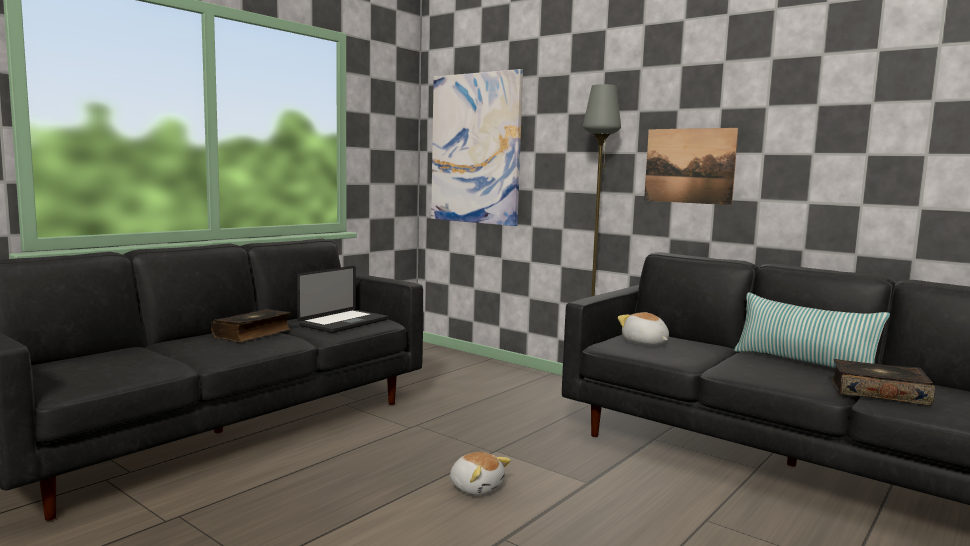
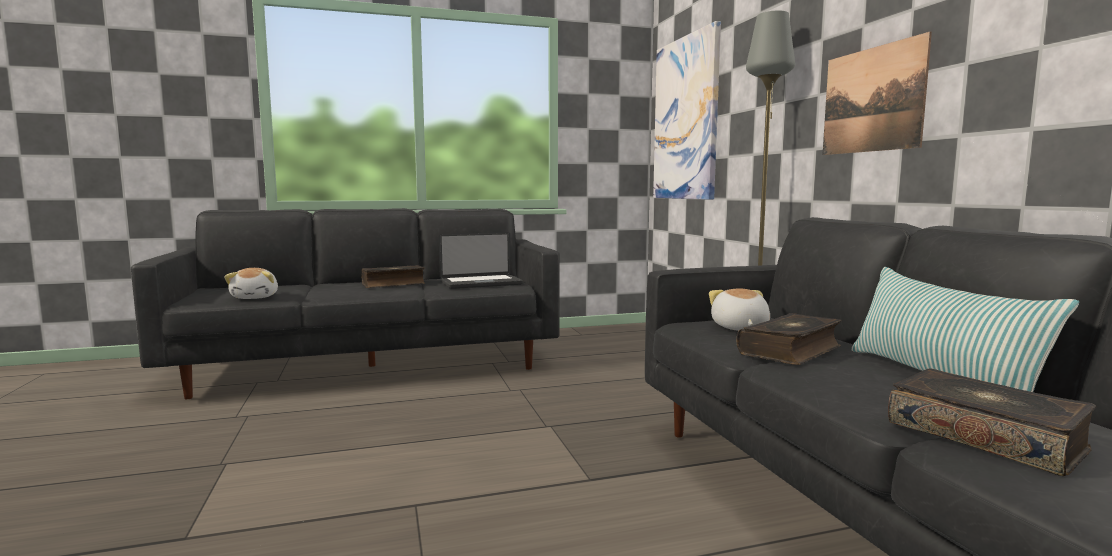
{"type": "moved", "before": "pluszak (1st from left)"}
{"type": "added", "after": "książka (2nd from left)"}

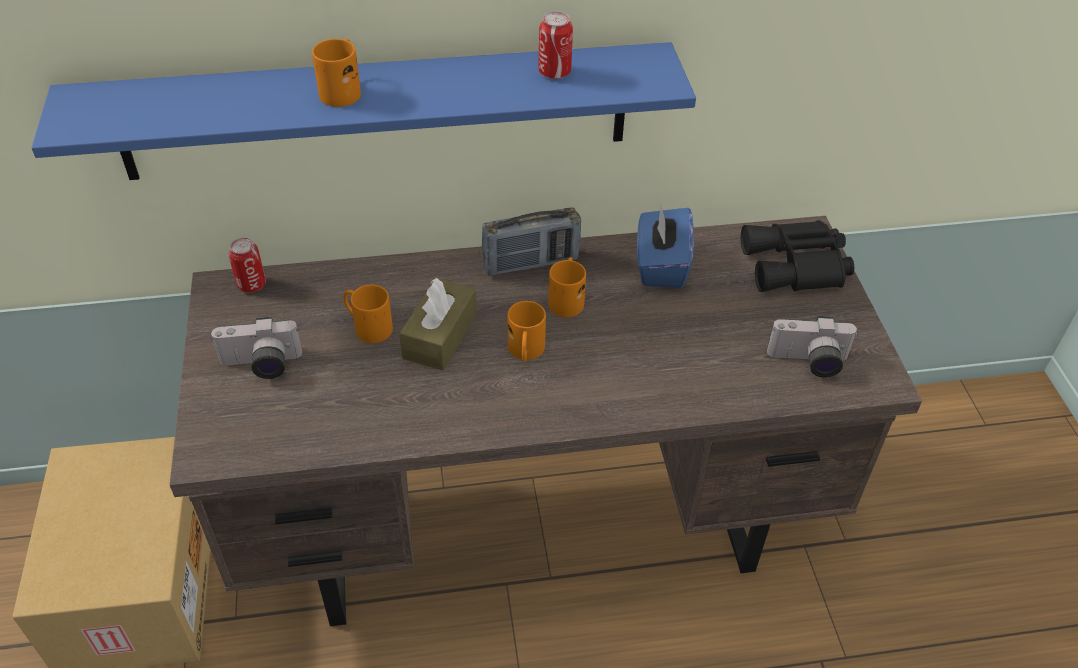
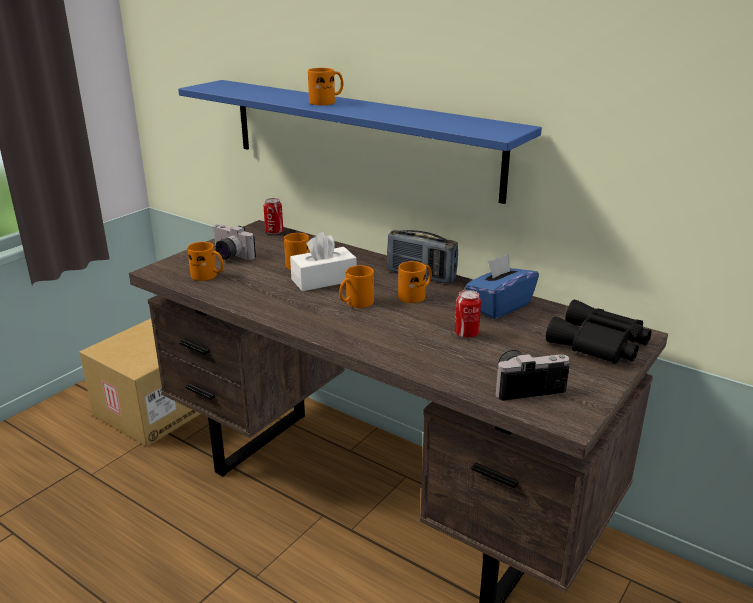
{"type": "moved", "before": "puszka (2nd from left)"}
{"type": "recoloured", "before": "pudełko chusteczek [brązowy]", "after": "pudełko chusteczek [biały]"}
{"type": "turned", "before": "aparat fotograficzny (2nd from left)", "turn": 120}
{"type": "added", "after": "kubek [pomarańczowy] (1st from left)"}

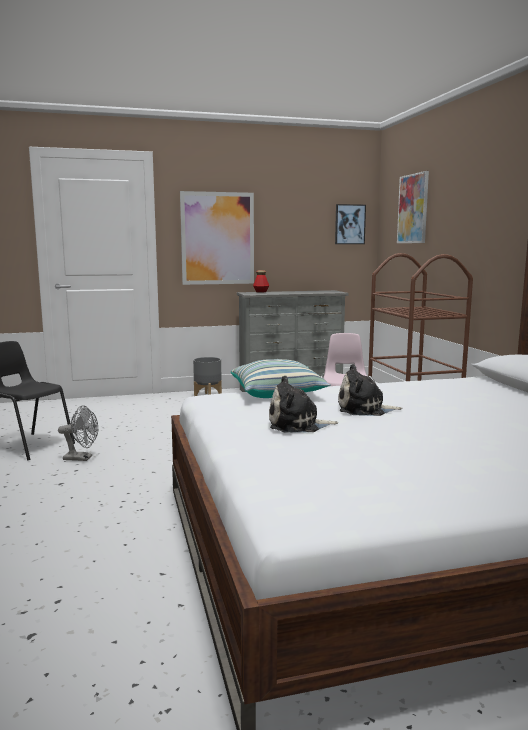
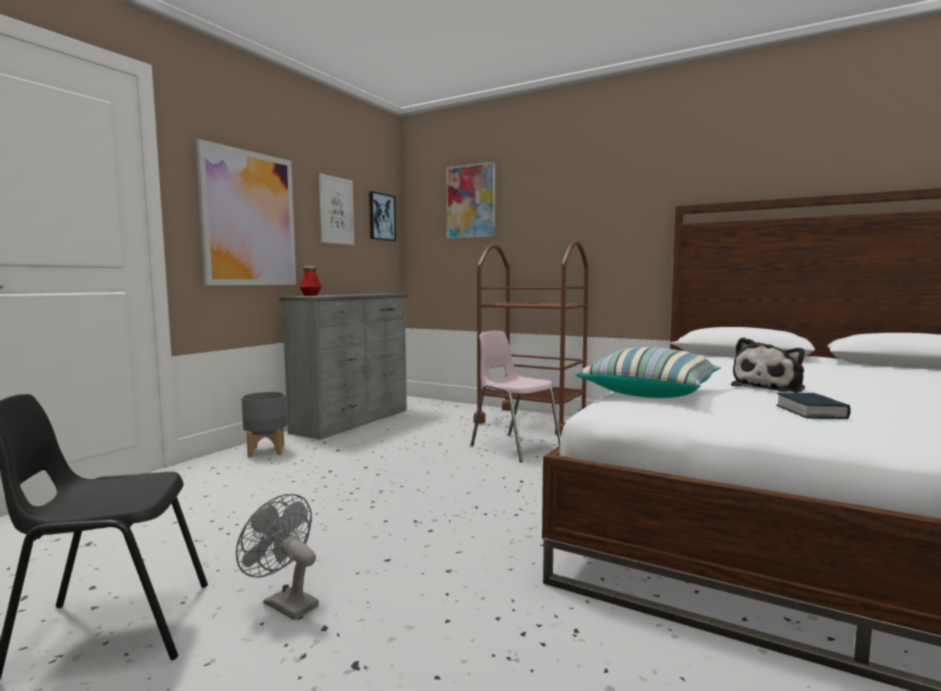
{"type": "replaced", "before": "pluszak (1st from left)", "after": "książka"}
{"type": "turned", "before": "wentylator [szary]", "turn": -105}
{"type": "added", "after": "obraz (2nd from left)"}

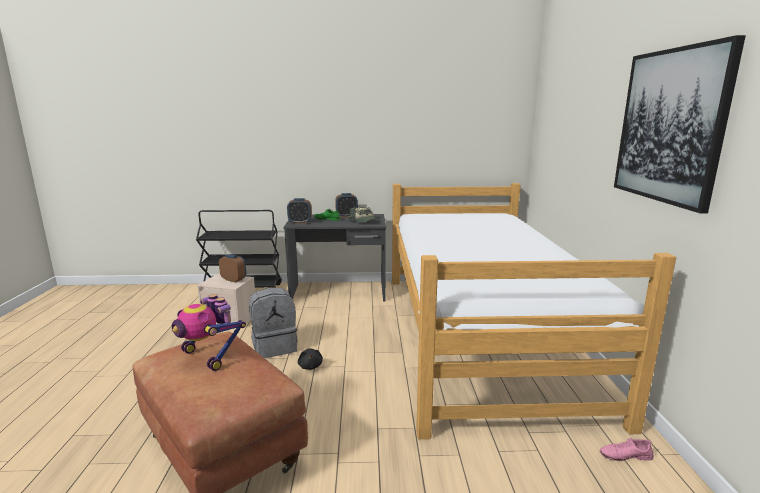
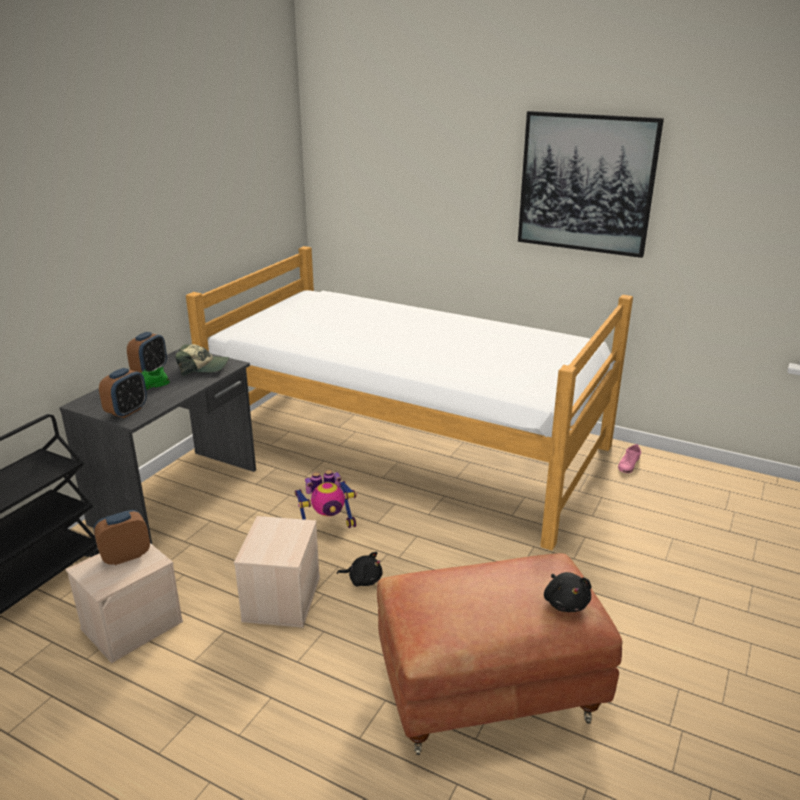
{"type": "replaced", "before": "plecak [szary]", "after": "pojemnik do przechowywania [beżowy] (2nd from left)"}
{"type": "moved", "before": "robot zabawkowy"}
{"type": "added", "after": "pluszak [czarny] (2nd from left)"}

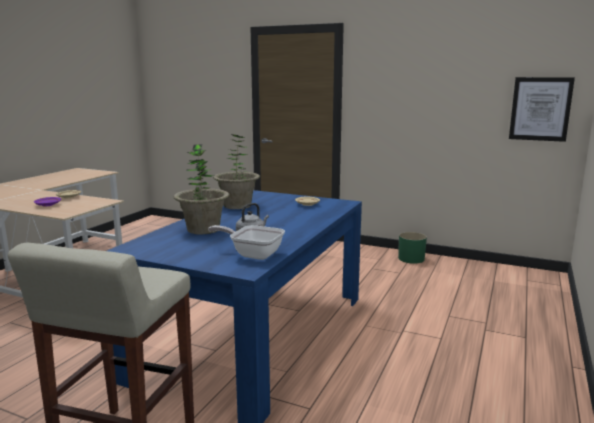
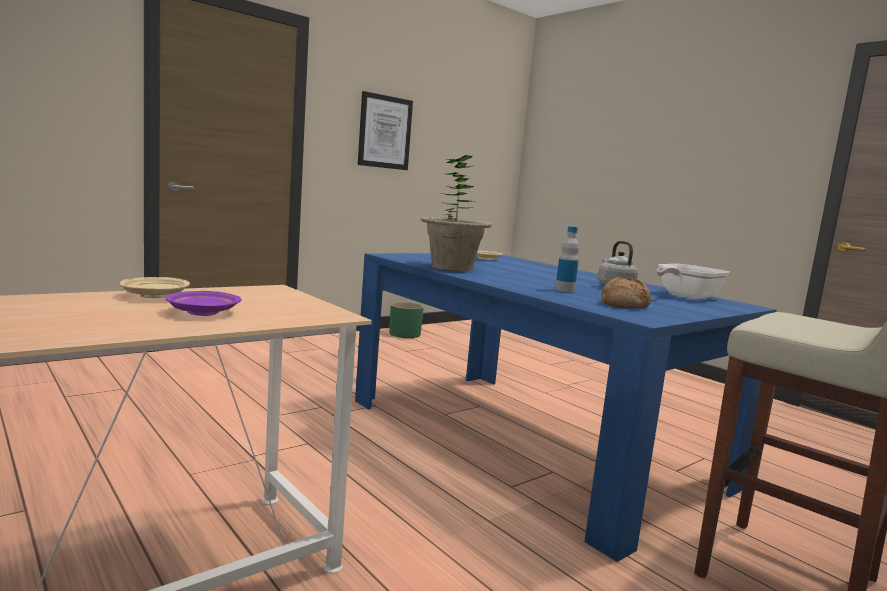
{"type": "moved", "before": "obraz"}
{"type": "replaced", "before": "roślina doniczkowa (1st from left)", "after": "butelka"}
{"type": "added", "after": "chleb"}

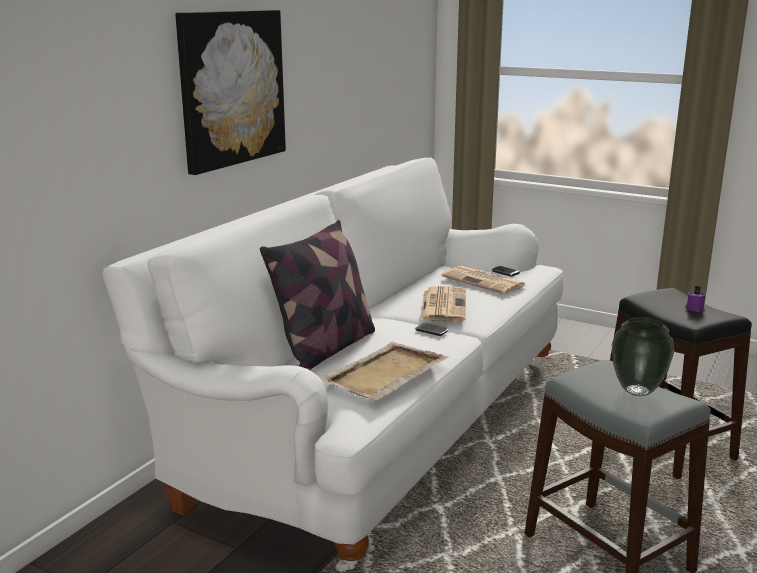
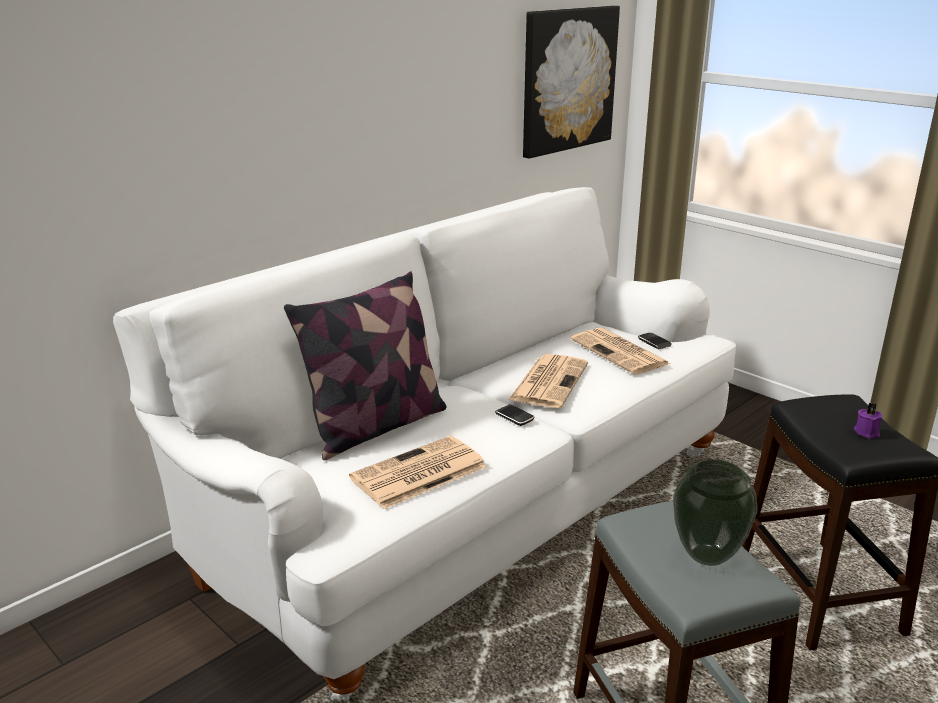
{"type": "moved", "before": "obraz"}
{"type": "replaced", "before": "taca [beżowy]", "after": "gazeta (1st from left)"}

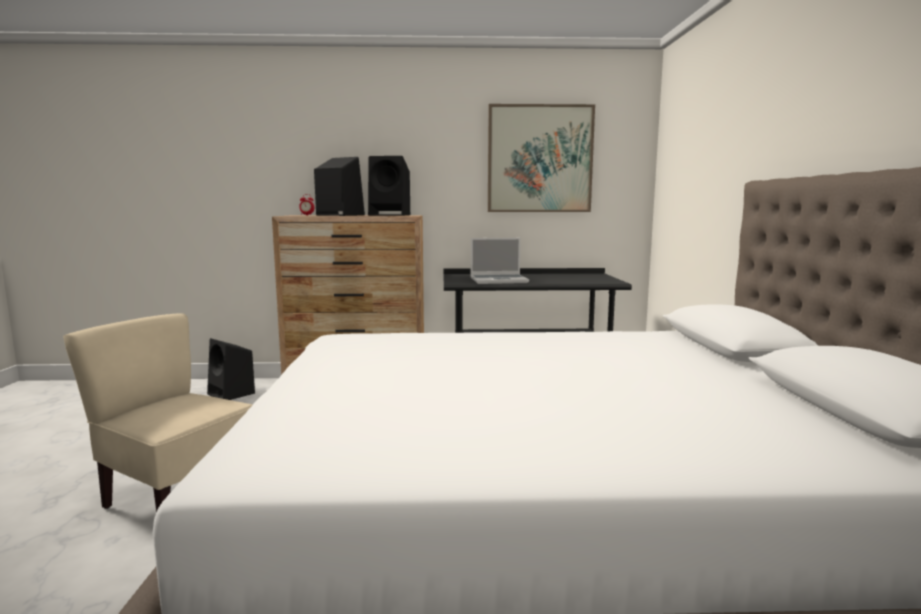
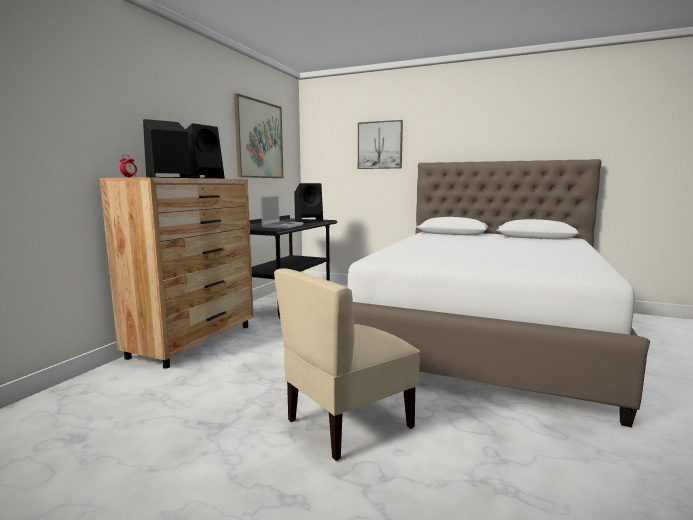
{"type": "moved", "before": "głośnik [czarny] (1st from left in the first image)", "after": "głośnik [czarny] (3rd from left)"}
{"type": "added", "after": "obraz (2nd from left)"}

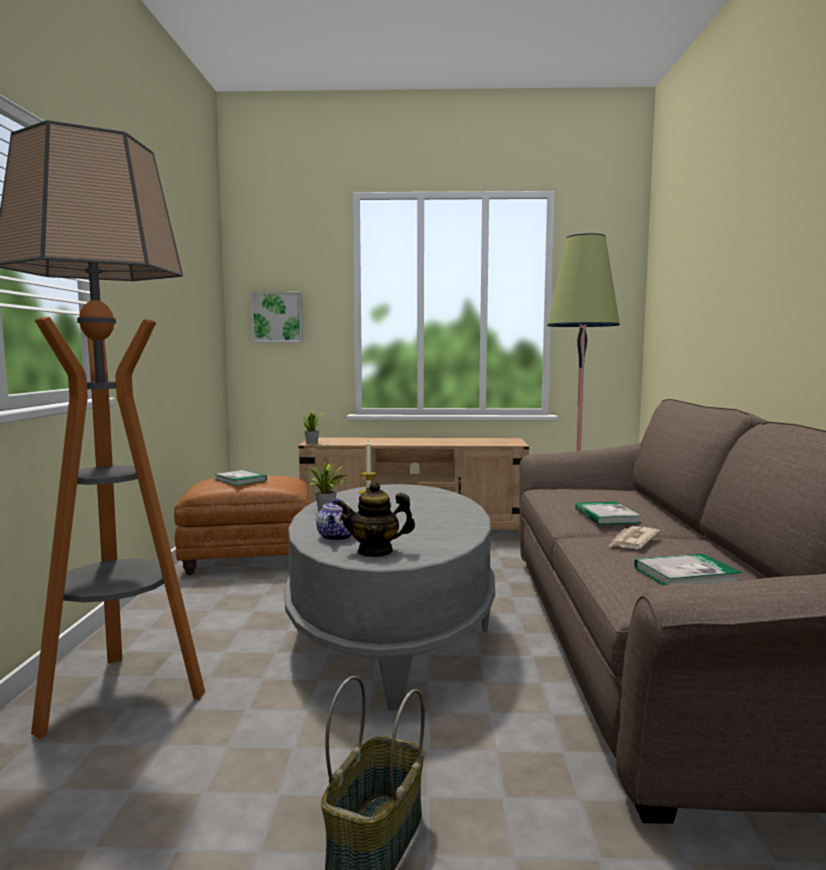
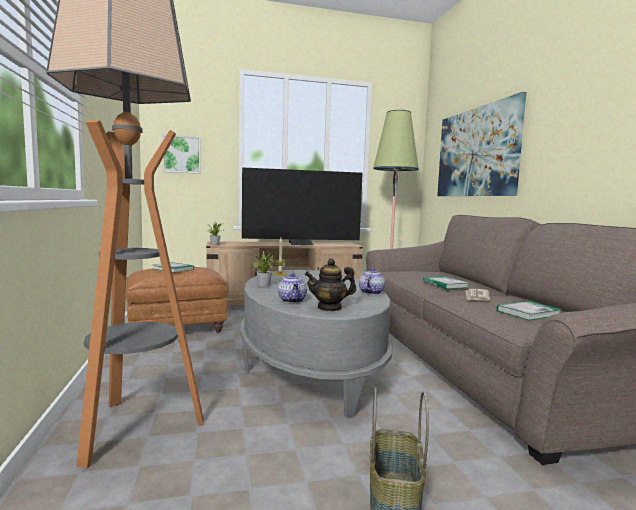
{"type": "added", "after": "obraz (2nd from left)"}
{"type": "added", "after": "telewizor"}
{"type": "added", "after": "imbryk (3rd from left)"}

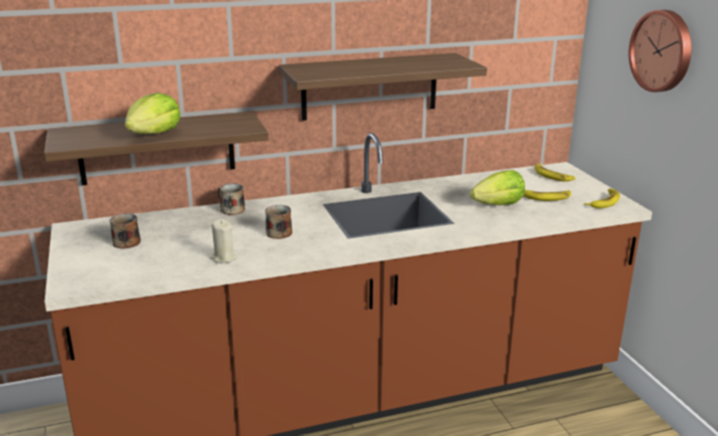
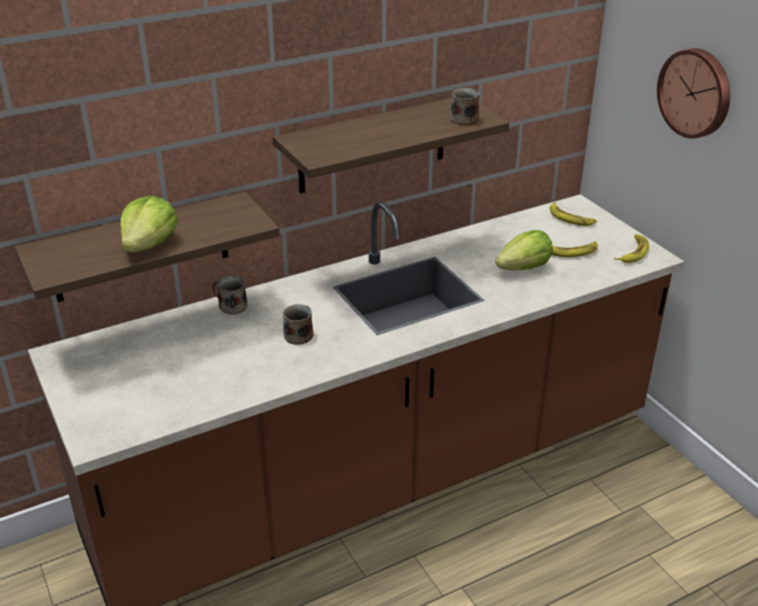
{"type": "moved", "before": "kubek (1st from left in the first image)", "after": "kubek (3rd from left)"}
{"type": "removed", "before": "świeca [beżowy]"}

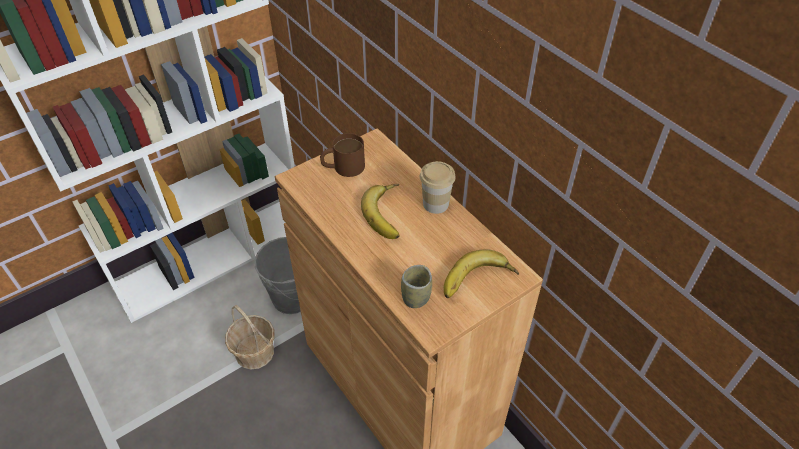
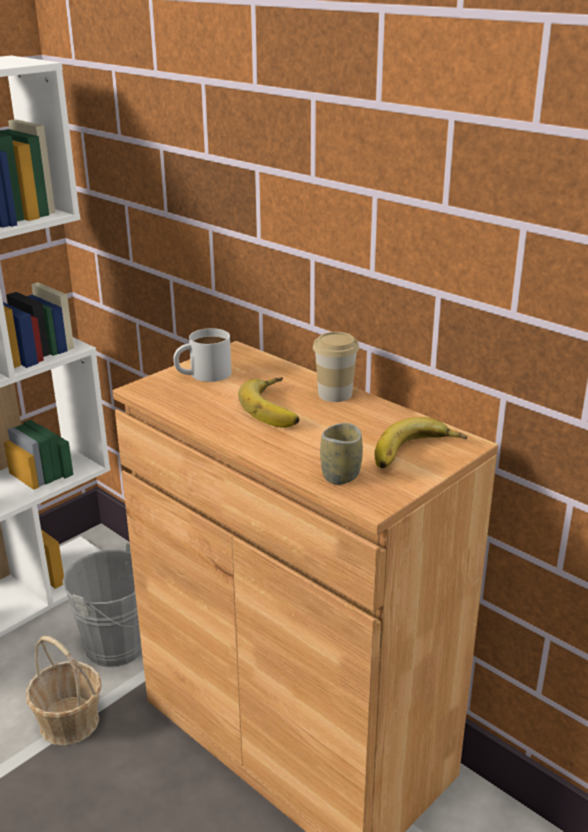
{"type": "recoloured", "before": "kubek [brązowy]", "after": "kubek [biały]"}

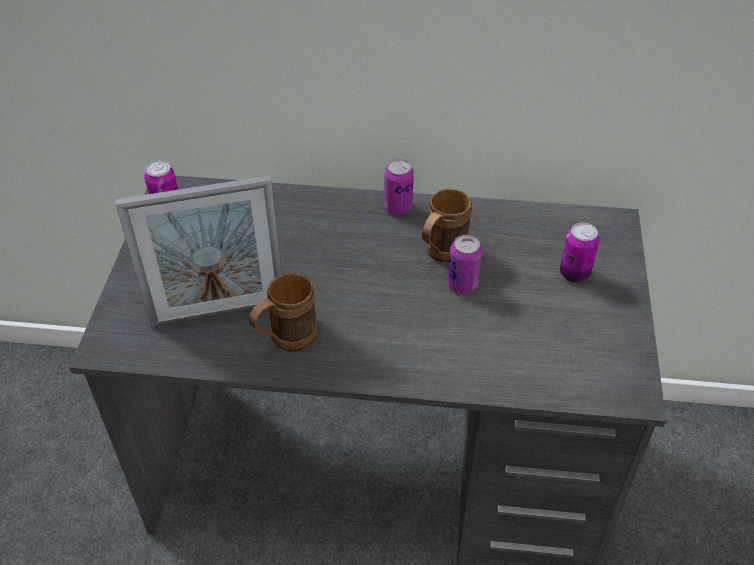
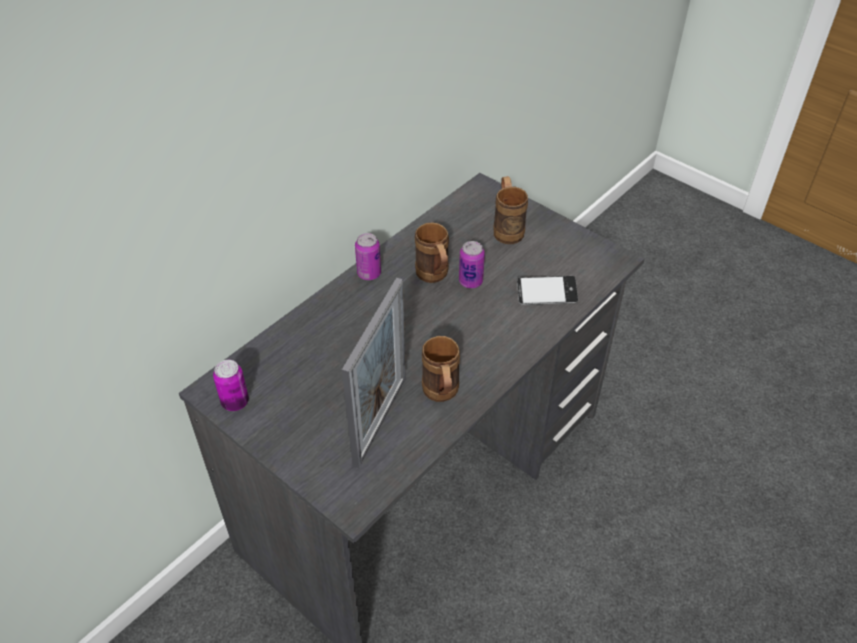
{"type": "replaced", "before": "puszka (4th from left)", "after": "kubek [brązowy] (3rd from left)"}
{"type": "added", "after": "telefon"}

